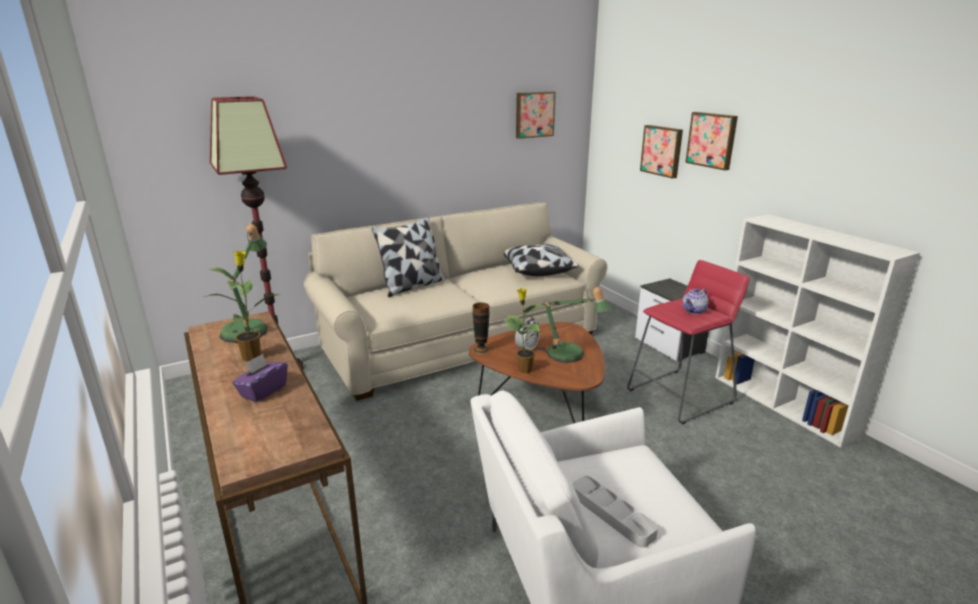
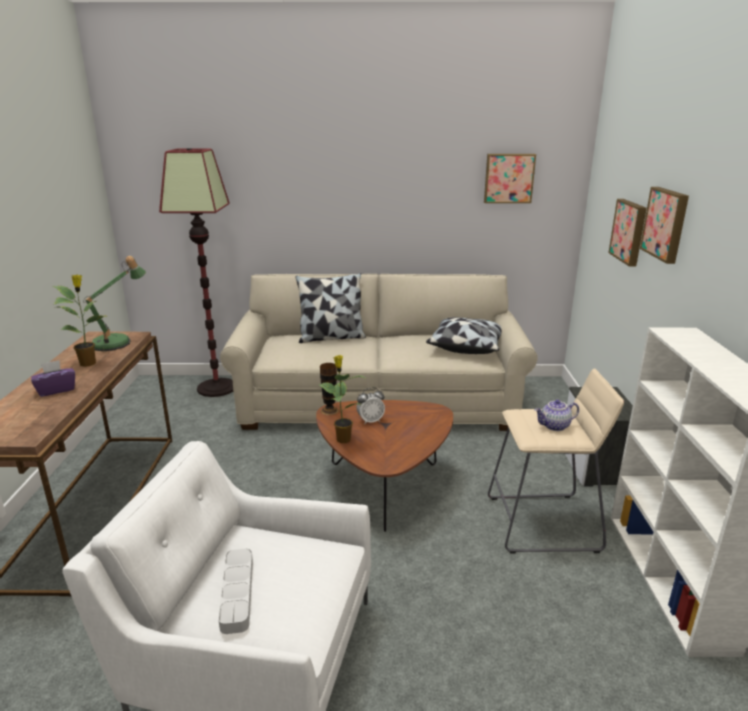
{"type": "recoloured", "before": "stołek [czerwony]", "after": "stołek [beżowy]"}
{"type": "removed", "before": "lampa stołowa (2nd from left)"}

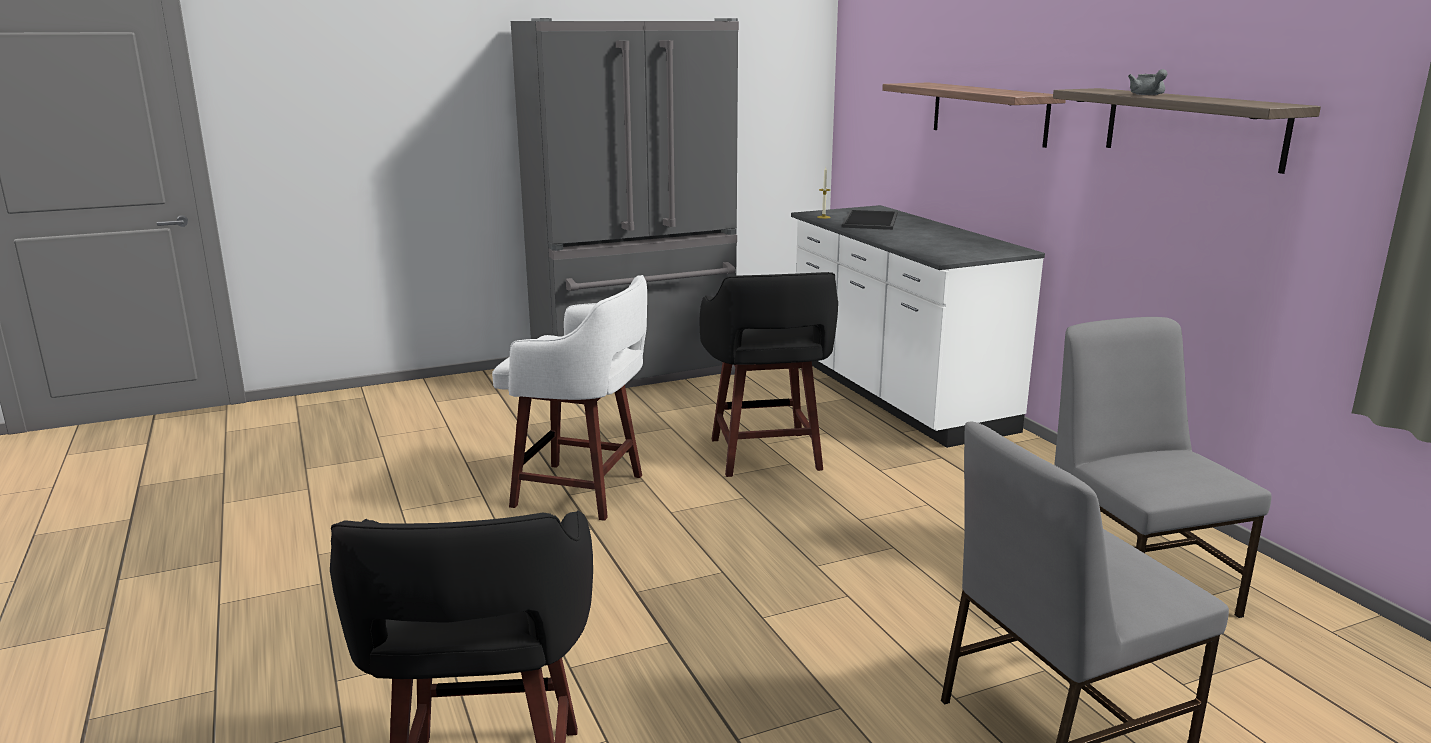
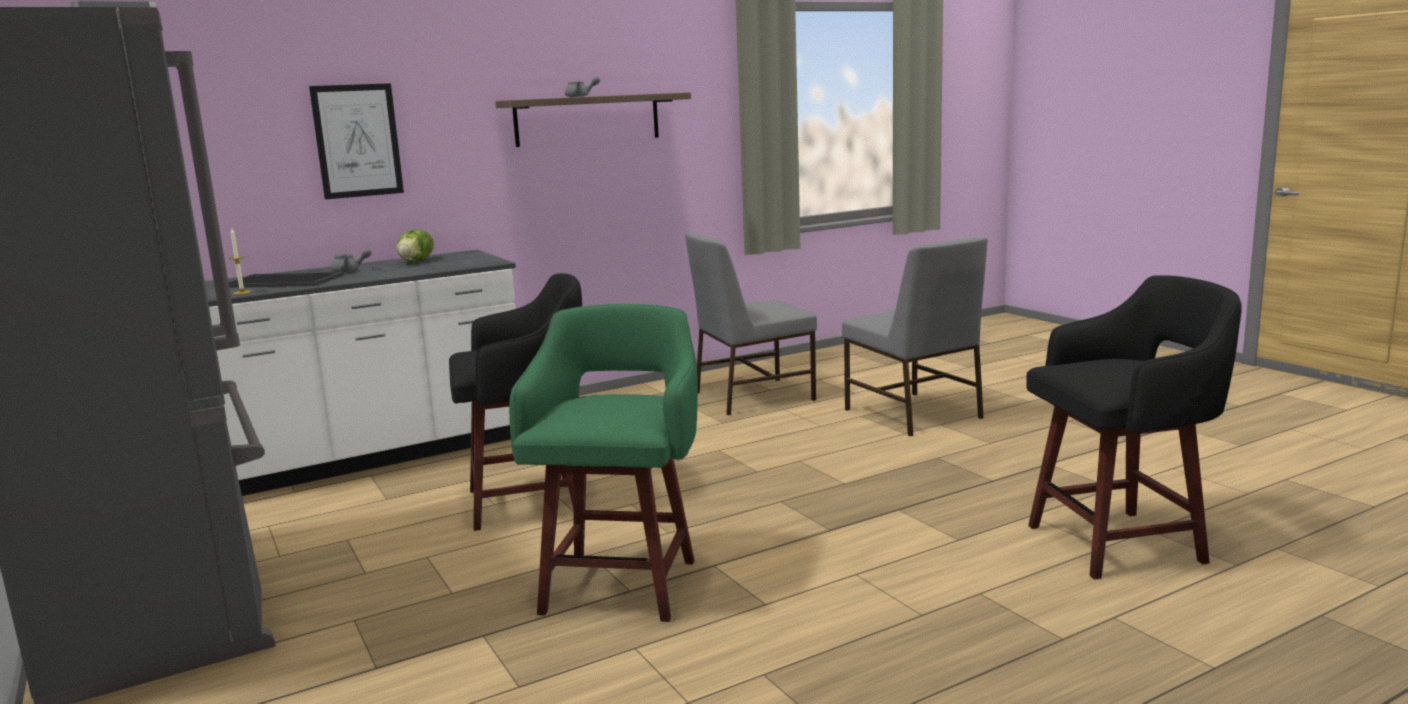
{"type": "replaced", "before": "półka (1st from left)", "after": "obraz"}
{"type": "recoloured", "before": "stołek [biały]", "after": "stołek [zielony]"}
{"type": "added", "after": "sałata"}
{"type": "added", "after": "imbryk [szary] (1st from left)"}

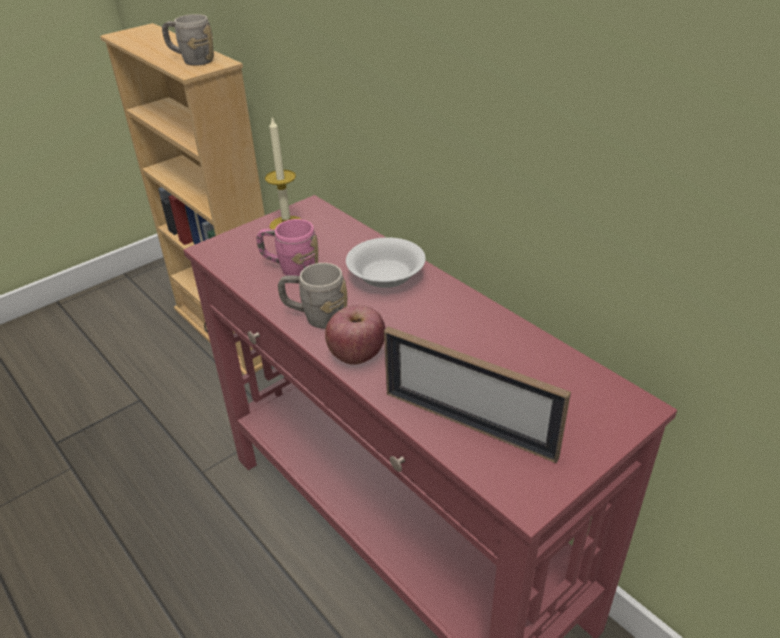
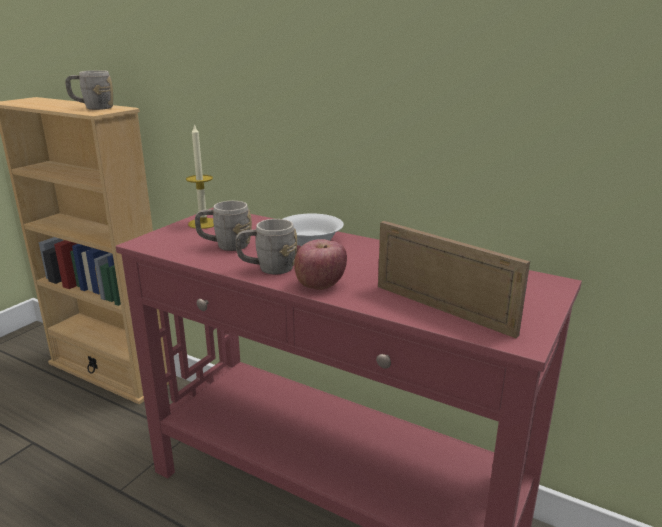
{"type": "recoloured", "before": "kubek [różowy]", "after": "kubek [szary] (2nd from left)"}
{"type": "turned", "before": "ramka na zdjęcie", "turn": -150}

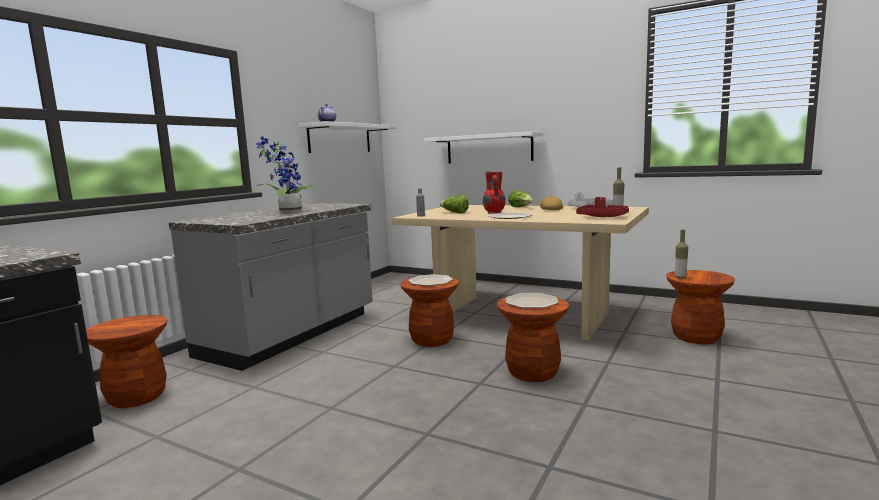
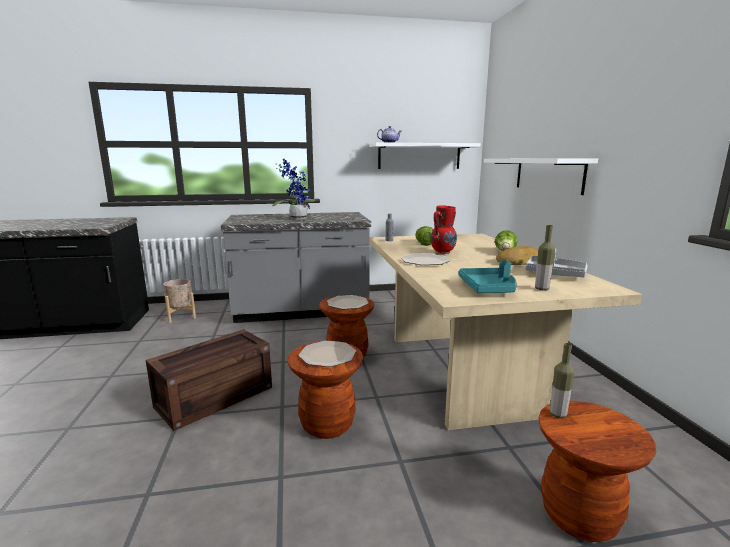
{"type": "recoloured", "before": "taca [czerwony]", "after": "taca [turkusowy]"}
{"type": "replaced", "before": "stołek [brązowy] (1st from left)", "after": "donica [beżowy]"}
{"type": "added", "after": "skrzynka"}

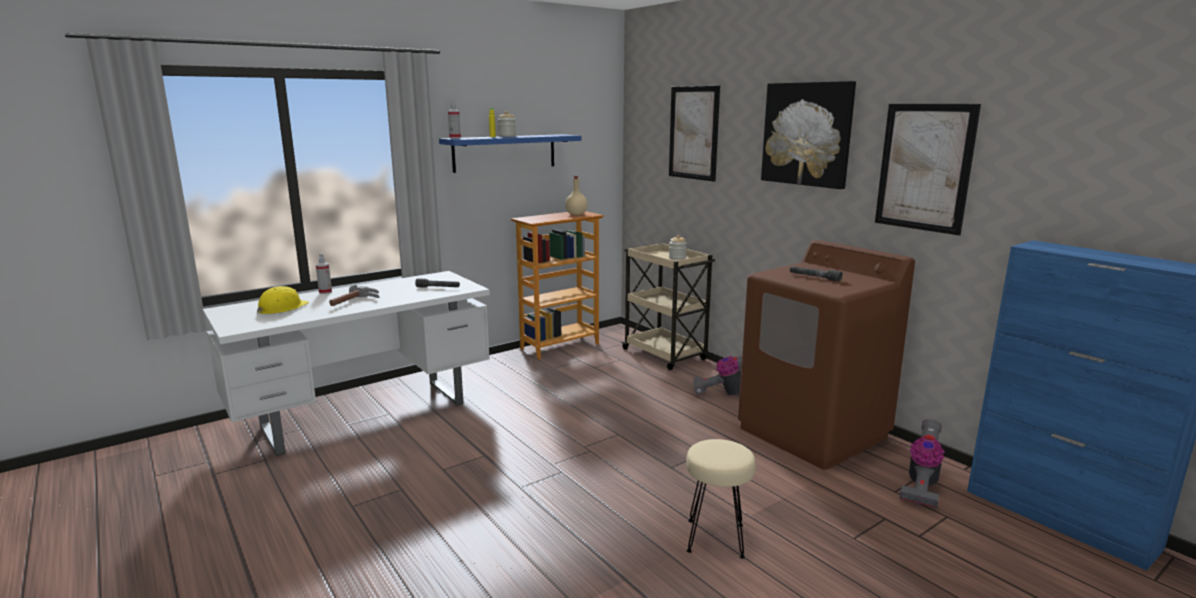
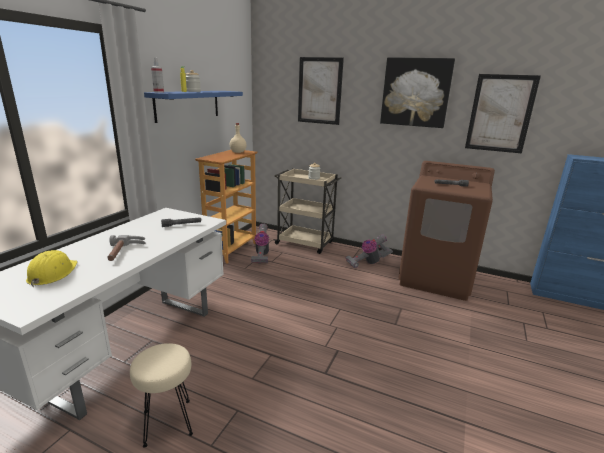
{"type": "removed", "before": "spryskiwacz (1st from left)"}
{"type": "moved", "before": "odkurzacz (2nd from left in the first image)", "after": "odkurzacz (1st from left)"}
{"type": "moved", "before": "stołek [beżowy]"}

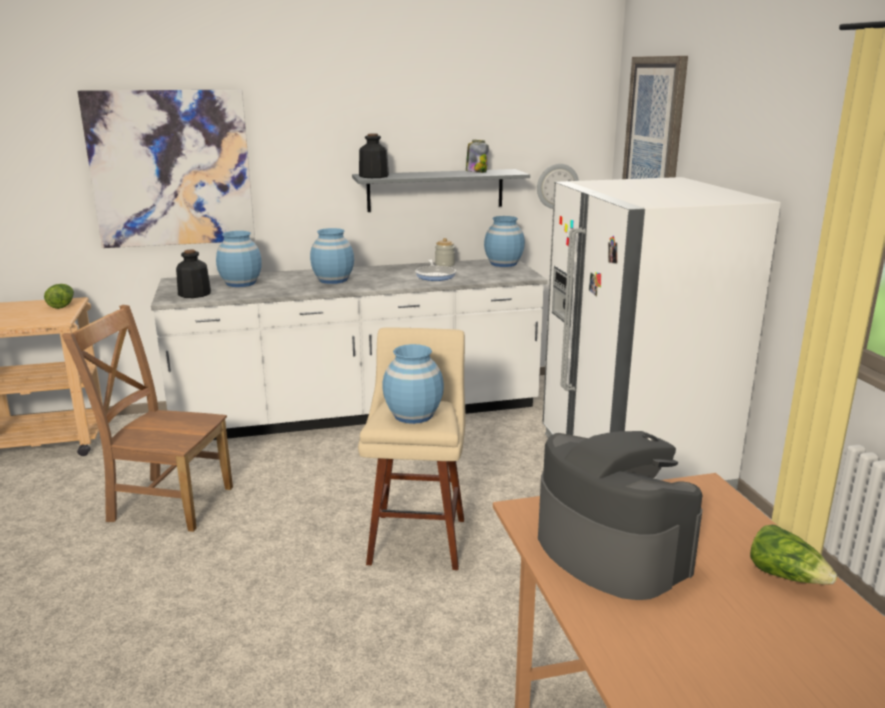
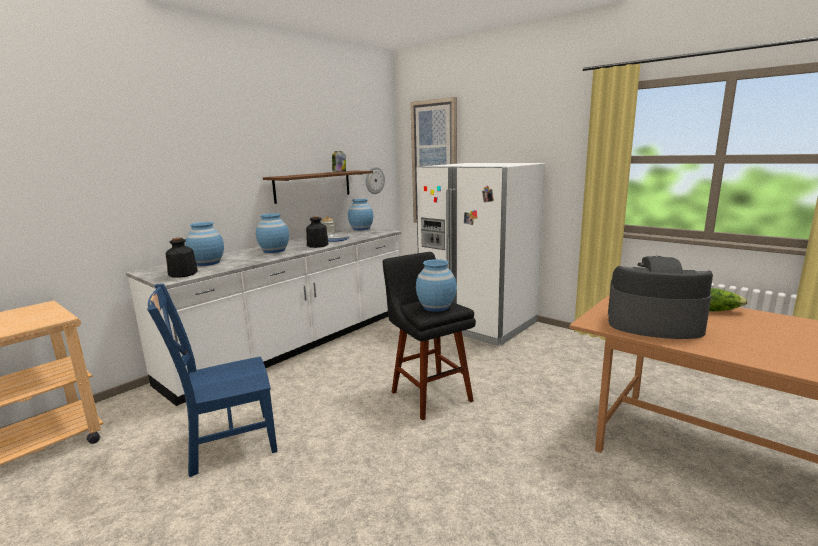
{"type": "removed", "before": "obraz (1st from left)"}
{"type": "moved", "before": "butelka (2nd from left)"}
{"type": "recoloured", "before": "półka [szary]", "after": "półka [brązowy]"}
{"type": "removed", "before": "sałata (1st from left)"}
{"type": "recoloured", "before": "krzesło [brązowy]", "after": "krzesło [niebieski]"}
{"type": "recoloured", "before": "stołek [beżowy]", "after": "stołek [czarny]"}

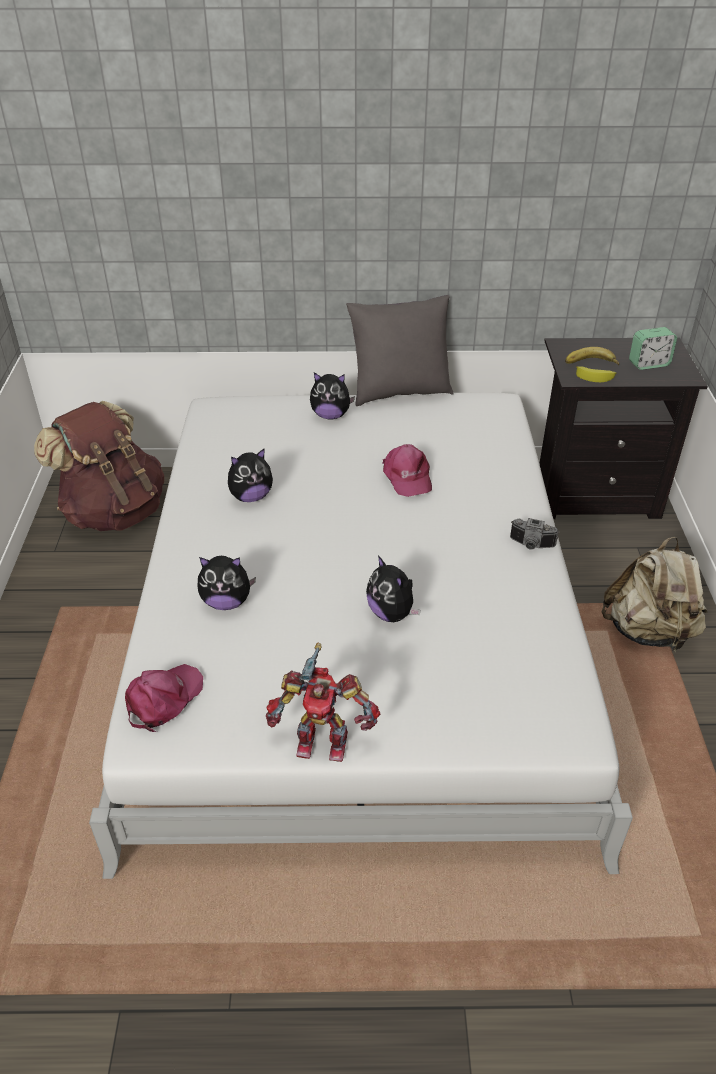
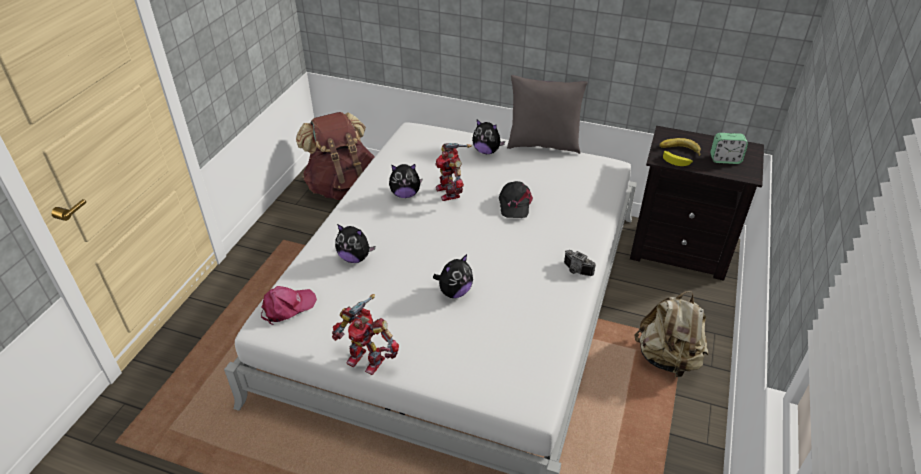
{"type": "recoloured", "before": "czapka z daszkiem [różowy] (2nd from left)", "after": "czapka z daszkiem [czarny]"}
{"type": "turned", "before": "pluszak (4th from left in the first image)", "turn": -120}
{"type": "added", "after": "robot zabawkowy (2nd from left)"}

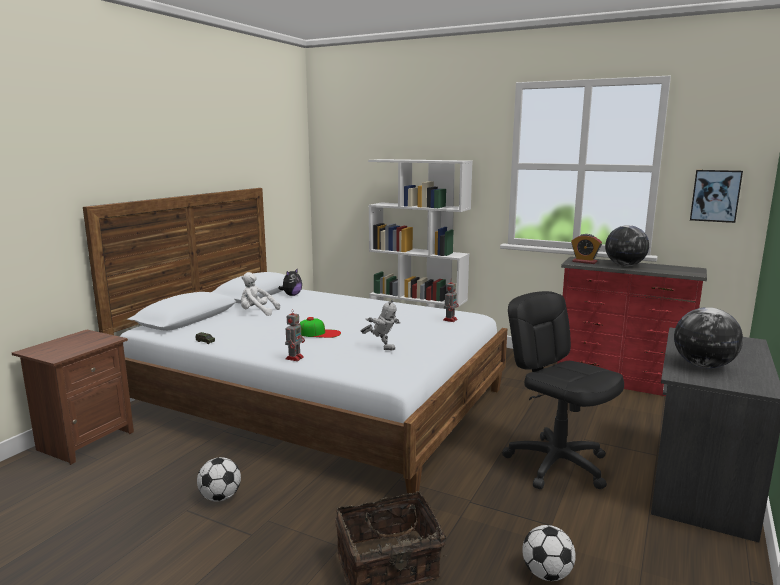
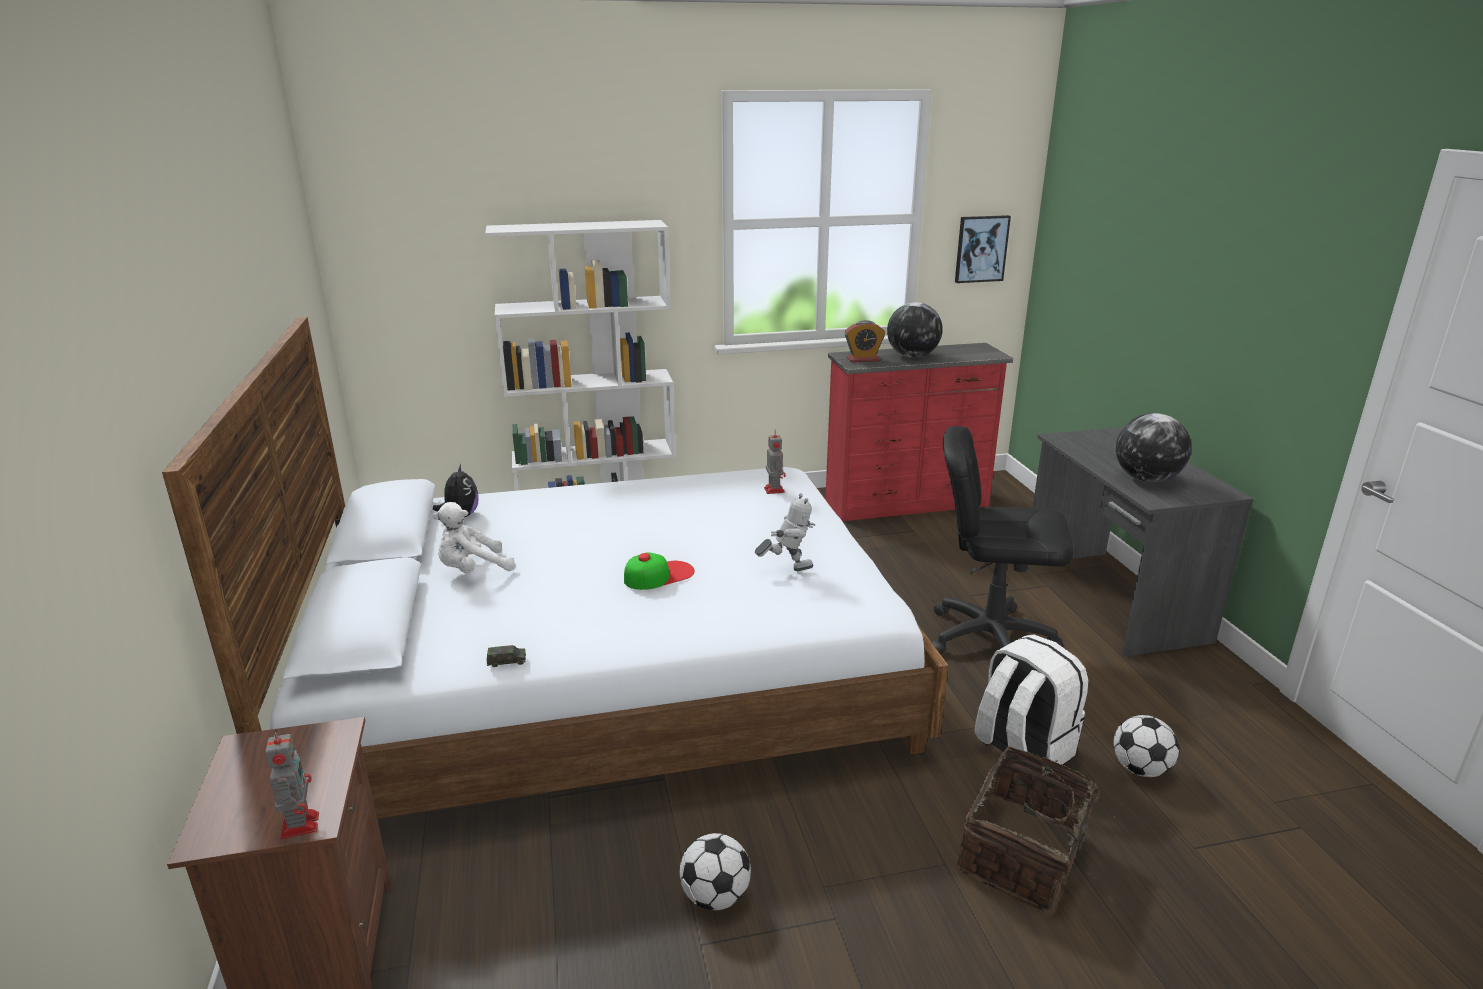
{"type": "moved", "before": "robot zabawkowy (1st from left)"}
{"type": "added", "after": "plecak [biały]"}

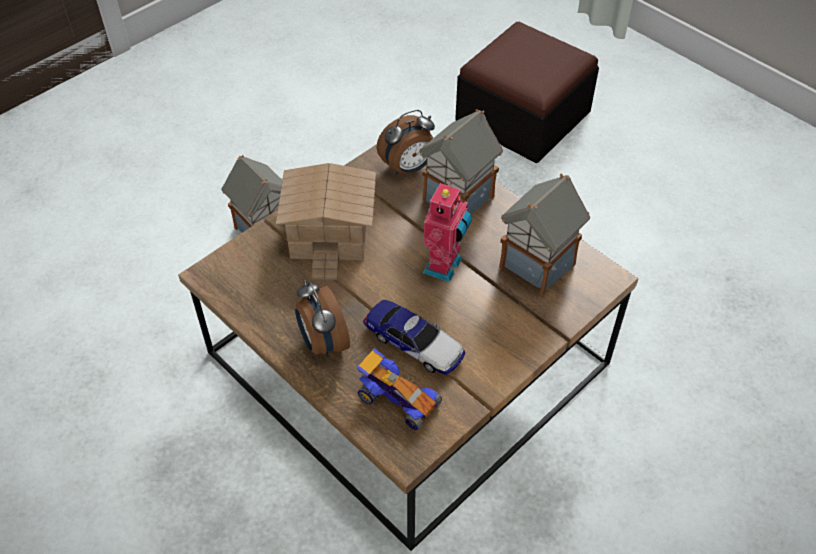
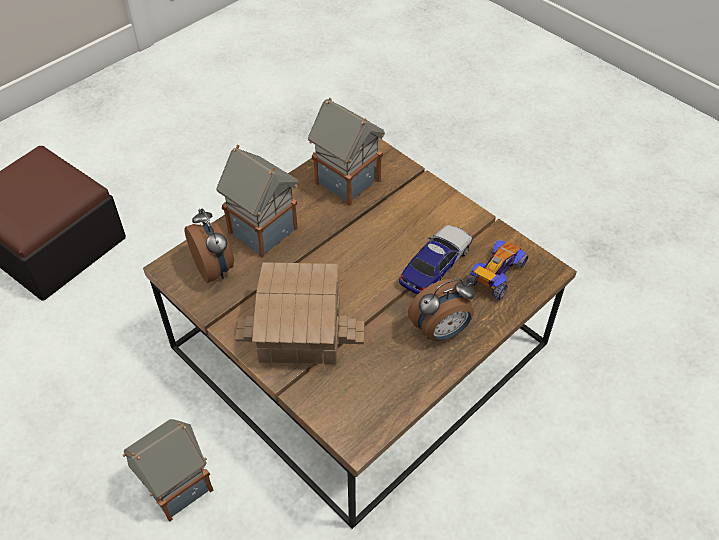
{"type": "removed", "before": "robot zabawkowy"}

